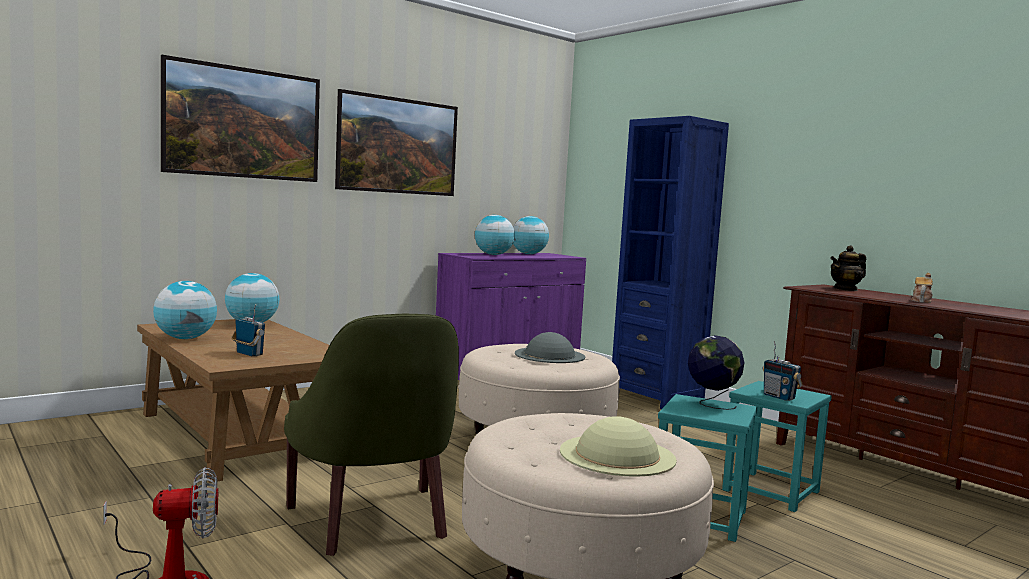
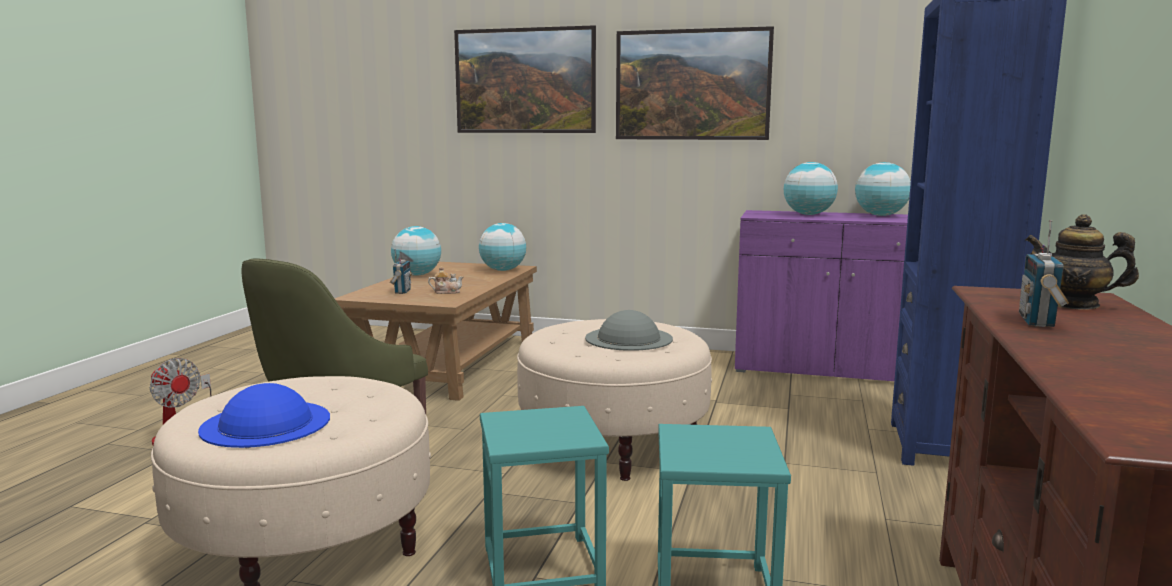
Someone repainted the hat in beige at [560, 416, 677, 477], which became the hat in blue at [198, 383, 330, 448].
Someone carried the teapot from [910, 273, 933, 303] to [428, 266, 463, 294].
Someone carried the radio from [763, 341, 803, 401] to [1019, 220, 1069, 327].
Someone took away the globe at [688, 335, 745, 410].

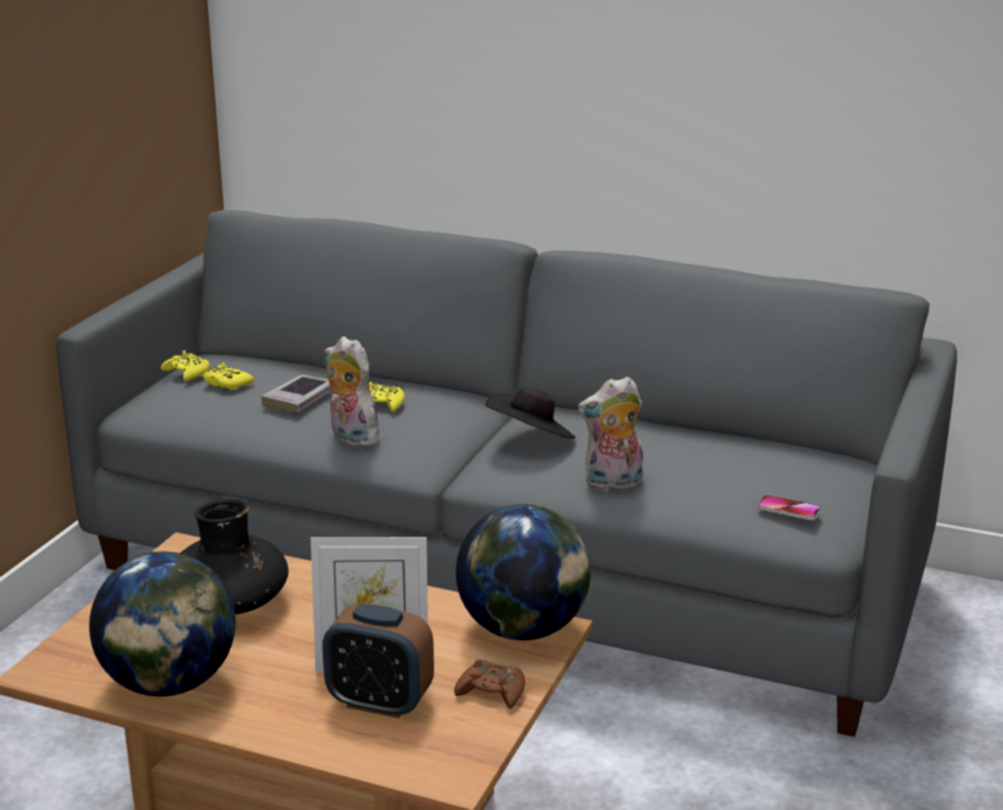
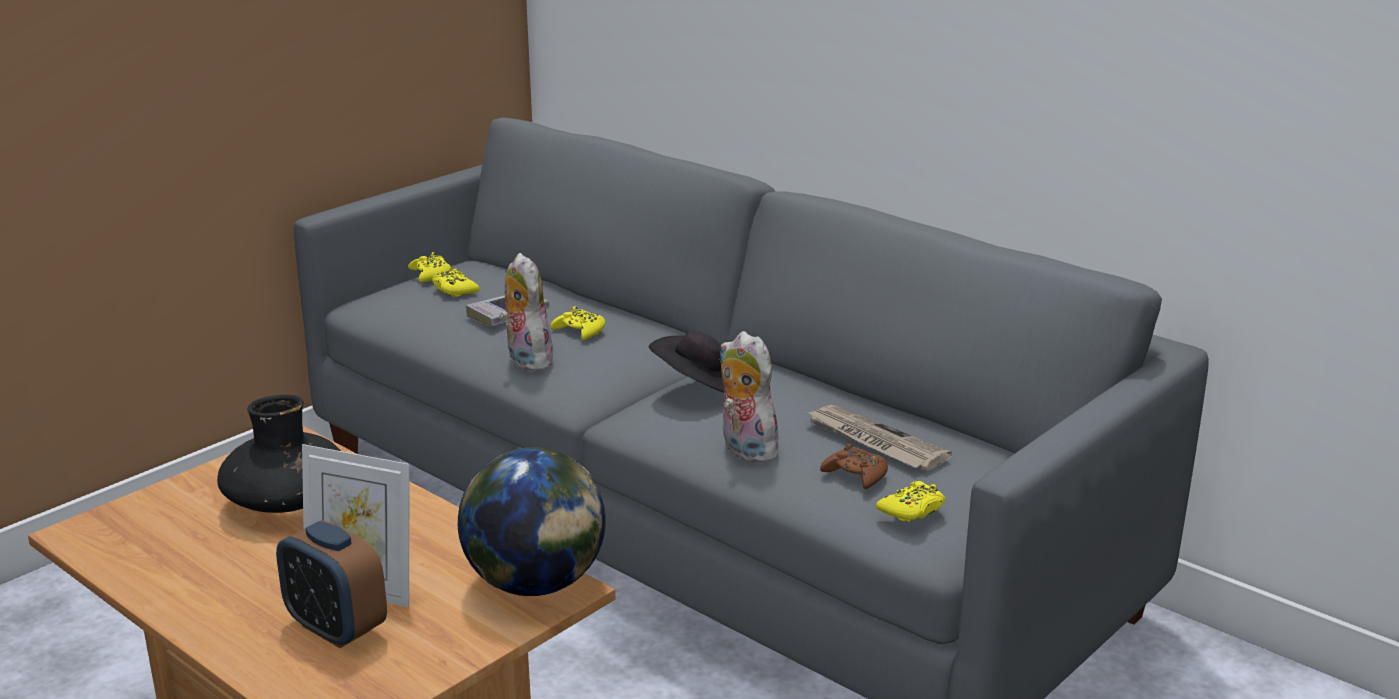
Someone rotated the plush toy at [578, 376, 643, 491] by 45 degrees clockwise.
Someone put down the newspaper at [806, 405, 952, 470].
Someone carried the game controller in brown from [454, 659, 525, 709] to [820, 444, 888, 489].
Someone swapped the phone at [757, 495, 822, 520] for the game controller in yellow at [876, 481, 945, 522].
Someone took away the globe at [89, 551, 236, 697].

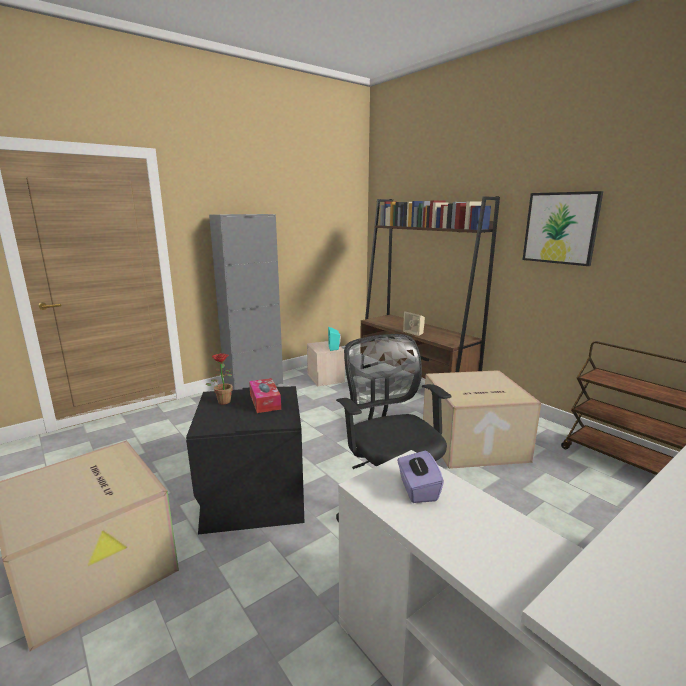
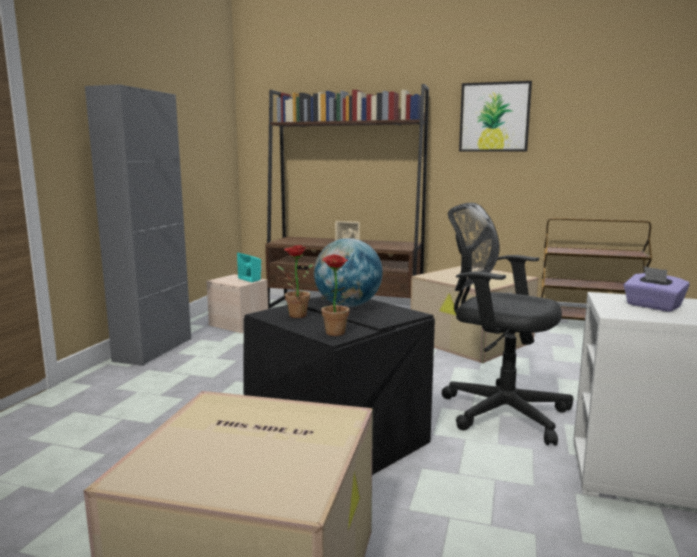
Someone swapped the tissue box at [249, 378, 281, 413] for the globe at [314, 238, 383, 307].
Someone put down the potted plant at [320, 254, 357, 336].

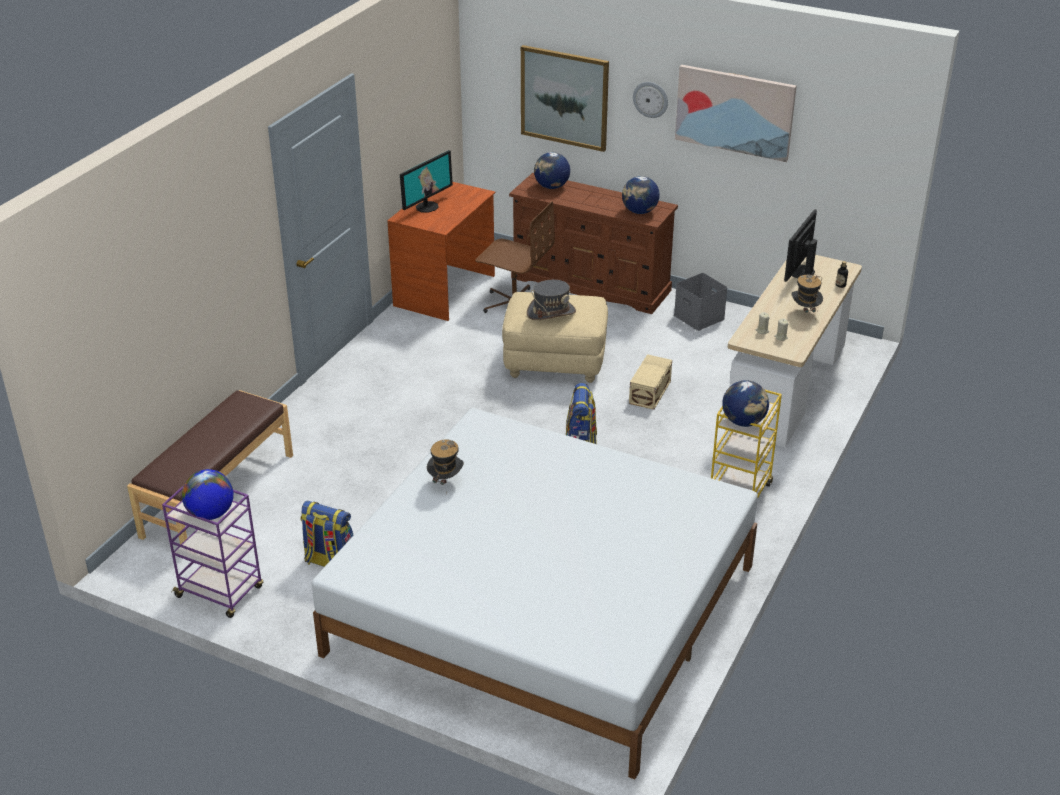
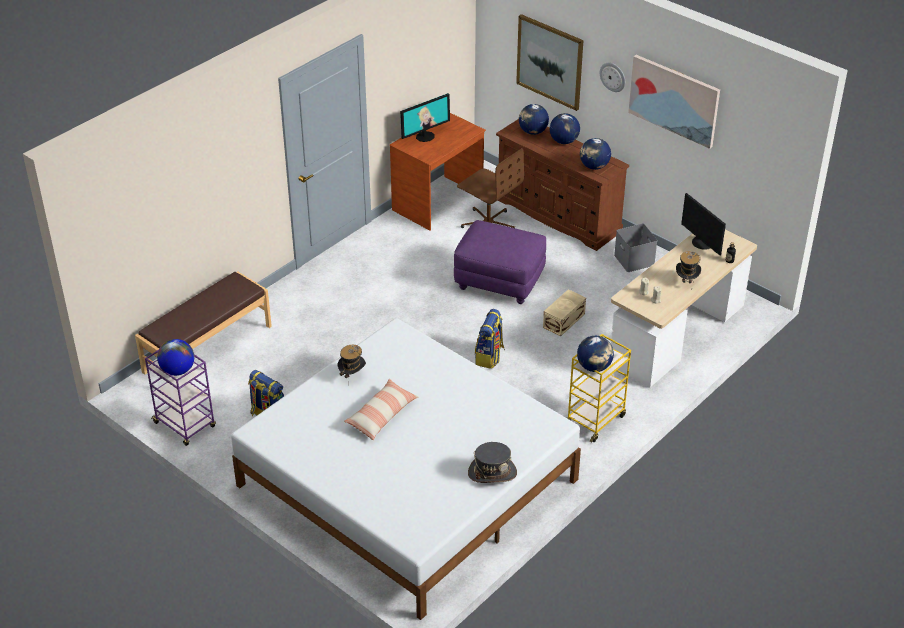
Someone put down the pillow at [344, 378, 418, 440].
Someone repainted the ottoman in beige at [502, 292, 608, 383], which became the ottoman in purple at [454, 220, 546, 304].
Someone carried the hat in grey from [527, 280, 576, 320] to [468, 442, 517, 483].
Someone put down the globe at [550, 113, 580, 144].
Someone rotated the monitor at [784, 209, 817, 282] by 75 degrees counterclockwise.

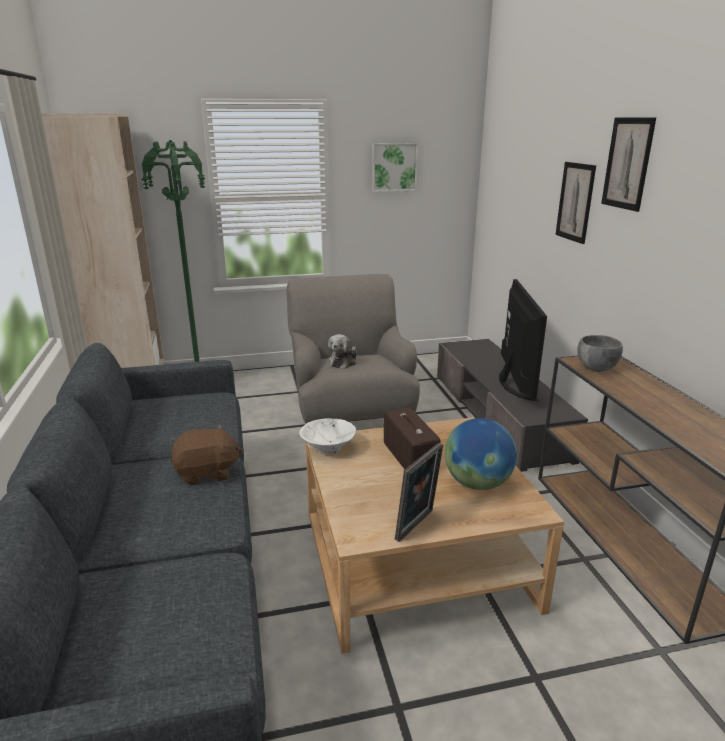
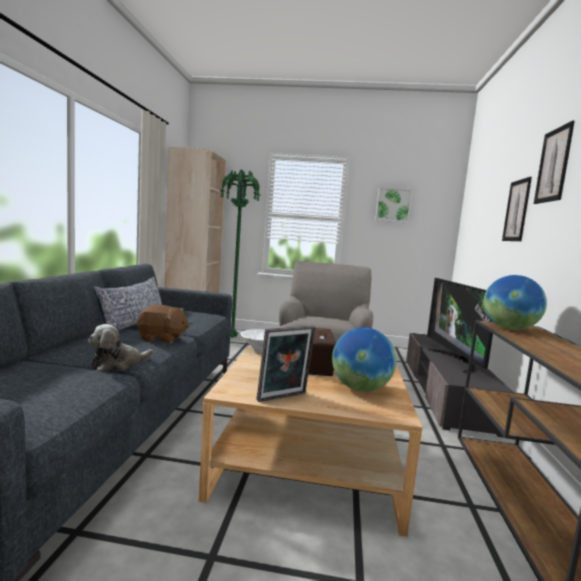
Someone carried the plush toy from [328, 334, 357, 369] to [88, 324, 154, 372].
Someone put down the pillow at [93, 277, 162, 331].
Someone rotated the television at [499, 279, 547, 401] by 150 degrees clockwise.
Someone swapped the bowl in grey at [577, 335, 623, 372] for the globe at [484, 275, 547, 330].

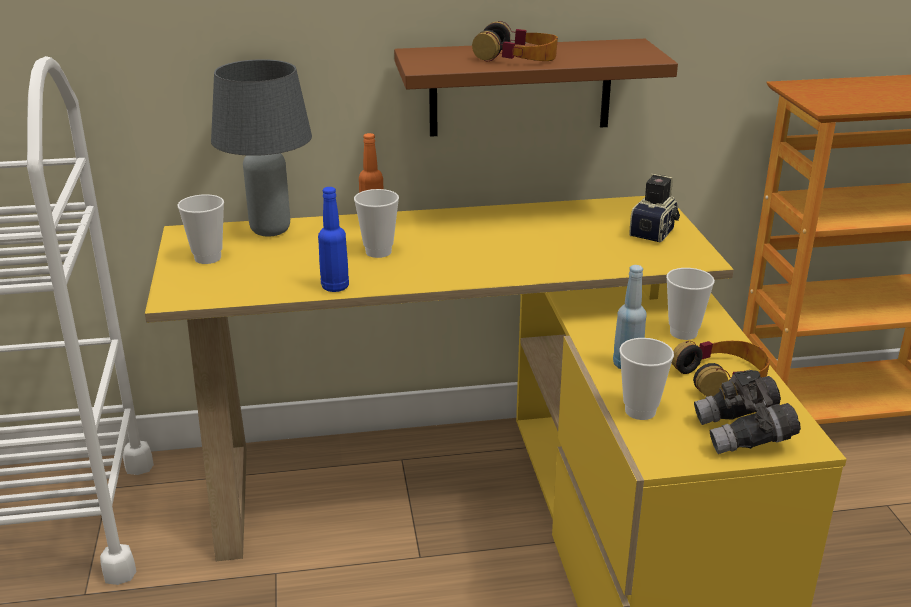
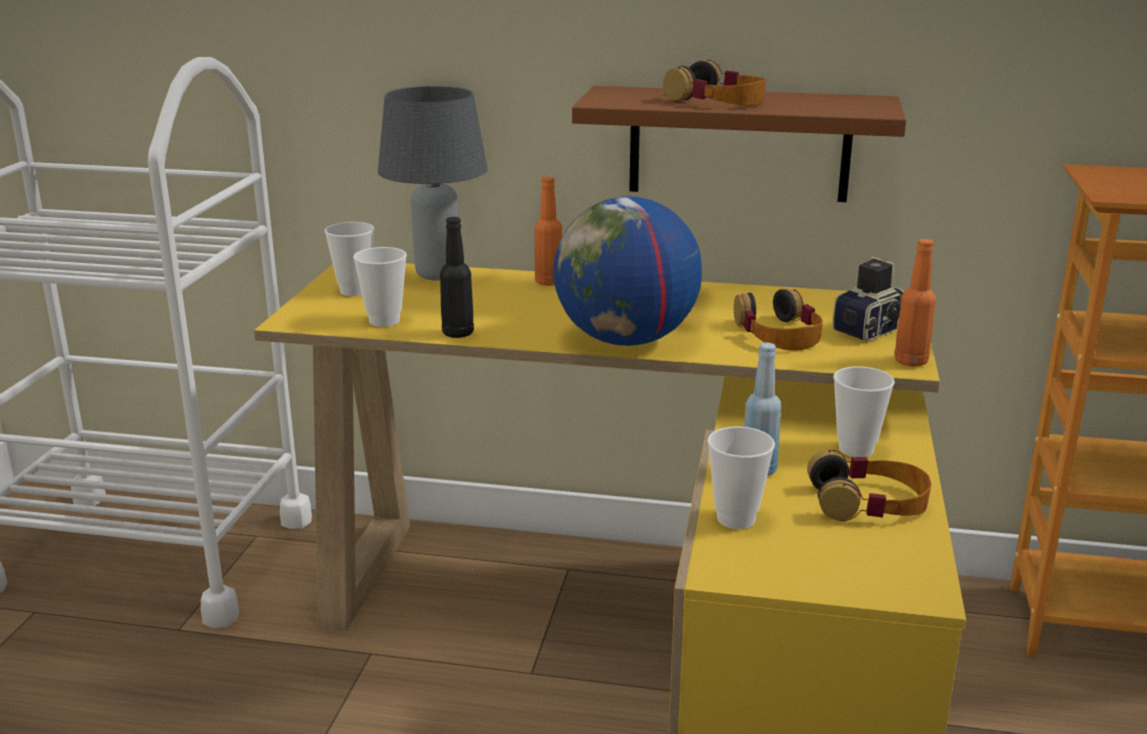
Someone carried the cup from [354, 189, 399, 258] to [353, 247, 407, 327].
Someone repainted the bottle in blue at [318, 187, 349, 292], which became the bottle in black at [440, 217, 474, 338].
Someone put down the globe at [553, 196, 702, 346].
Someone put down the headphones at [734, 289, 823, 351].
Someone put down the bottle in orange at [894, 239, 936, 367].
Someone took away the binoculars in grey at [694, 370, 801, 454].

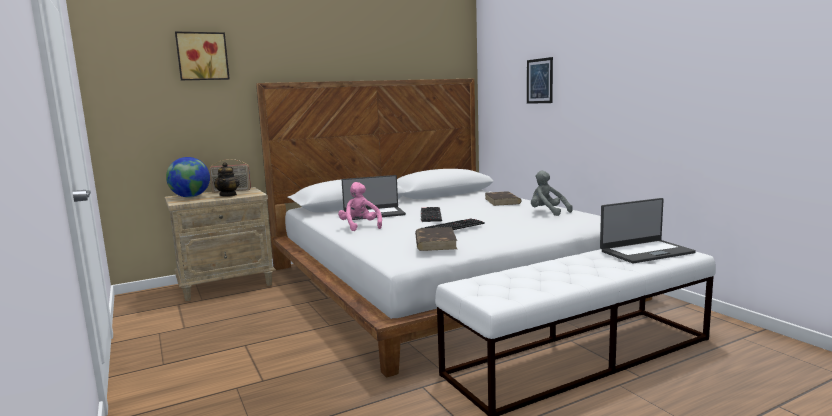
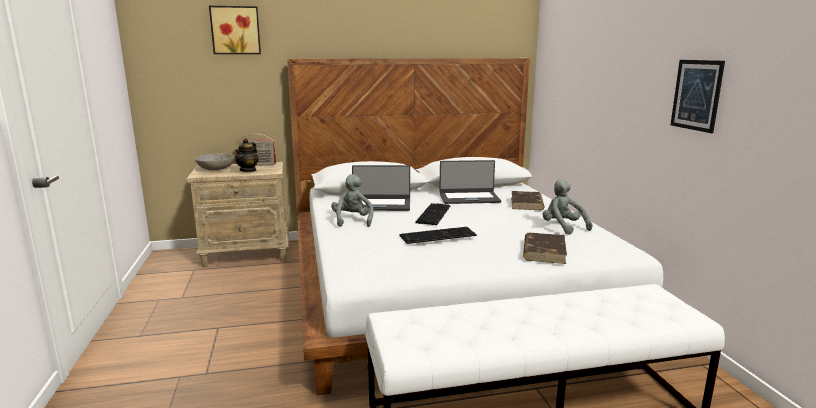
Someone swapped the globe at [166, 157, 210, 197] for the bowl in grey at [195, 153, 235, 170].
Someone repainted the plush toy in pink at [338, 182, 382, 231], which became the plush toy in grey at [331, 174, 374, 227].
Someone carried the laptop from [600, 198, 696, 264] to [439, 160, 501, 204].
Someone carried the book in brown from [415, 227, 457, 251] to [523, 233, 567, 264].
Someone carried the picture from [527, 57, 553, 104] to [671, 60, 725, 133].

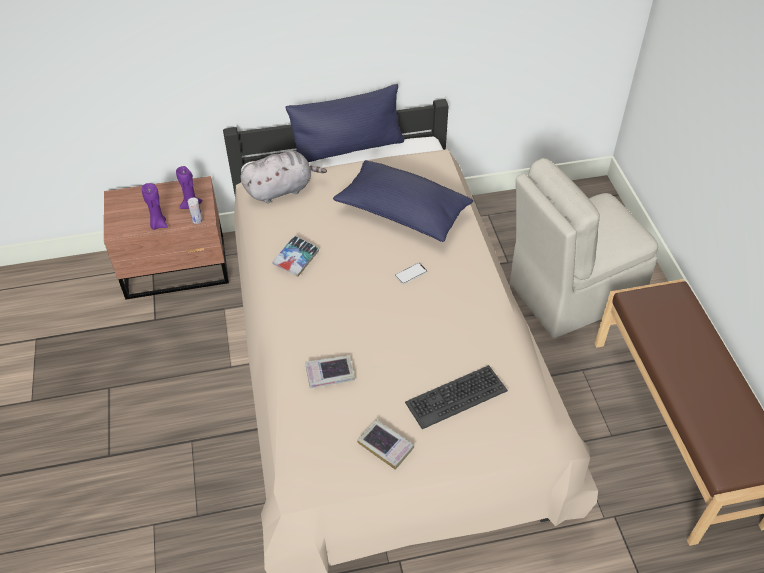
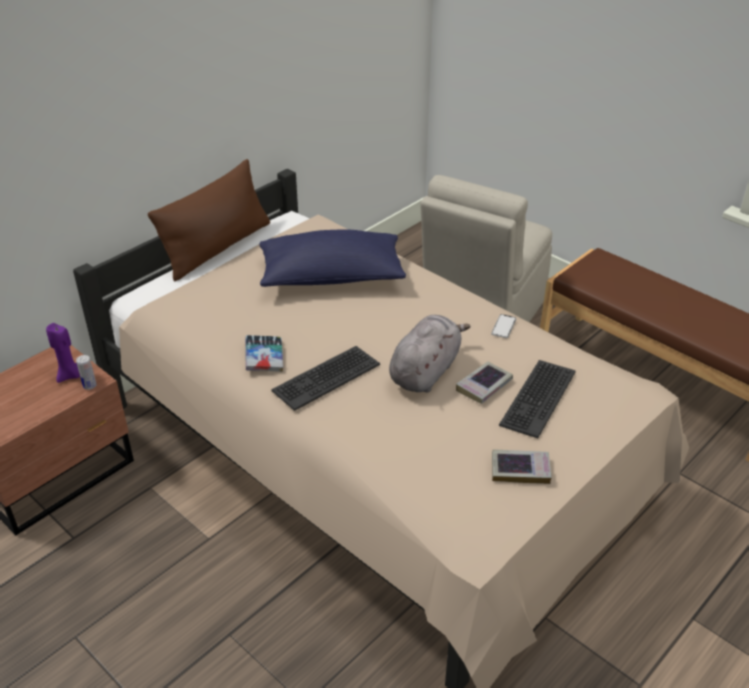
Someone repainted the pillow in blue at [286, 84, 404, 162], which became the pillow in brown at [148, 159, 270, 281].
Someone put down the keyboard at [271, 346, 380, 411].
Someone carried the plush toy in grey from [240, 151, 327, 203] to [389, 315, 471, 393].
Someone carried the book from [305, 355, 355, 388] to [456, 362, 513, 404].
Someone carried the phone from [395, 263, 427, 284] to [491, 314, 517, 338].
Someone took away the candle in purple at [142, 183, 168, 230].

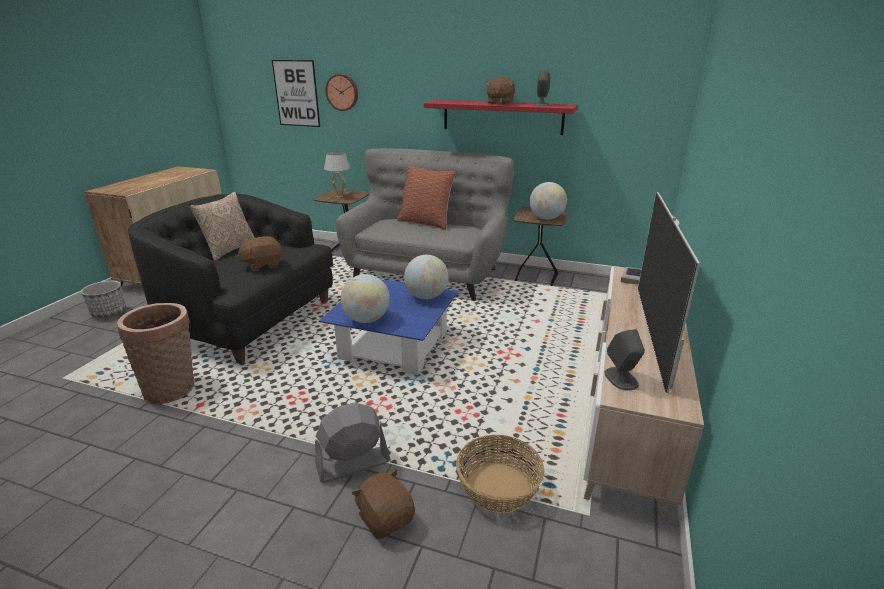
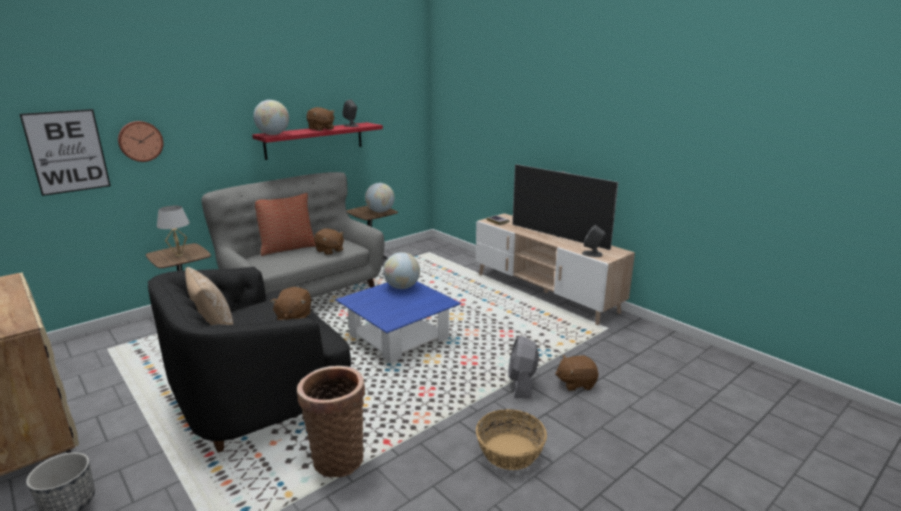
Someone carried the globe from [341, 274, 390, 323] to [253, 100, 289, 135].
Someone put down the plush toy in brown at [314, 228, 344, 255].
Someone carried the basket from [456, 435, 545, 513] to [476, 409, 547, 470].

